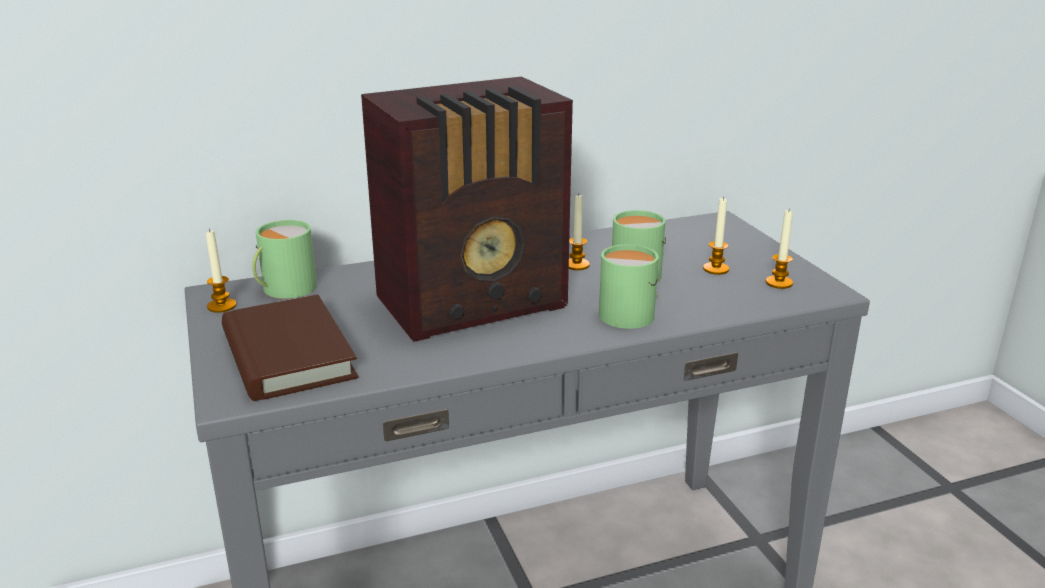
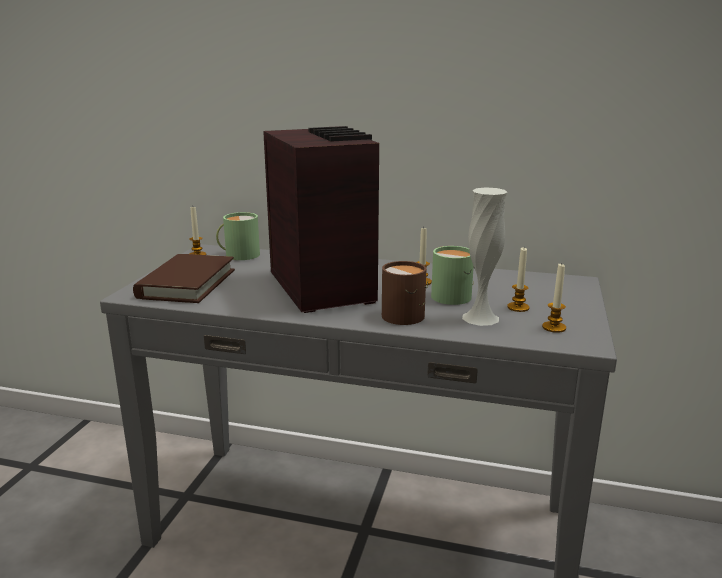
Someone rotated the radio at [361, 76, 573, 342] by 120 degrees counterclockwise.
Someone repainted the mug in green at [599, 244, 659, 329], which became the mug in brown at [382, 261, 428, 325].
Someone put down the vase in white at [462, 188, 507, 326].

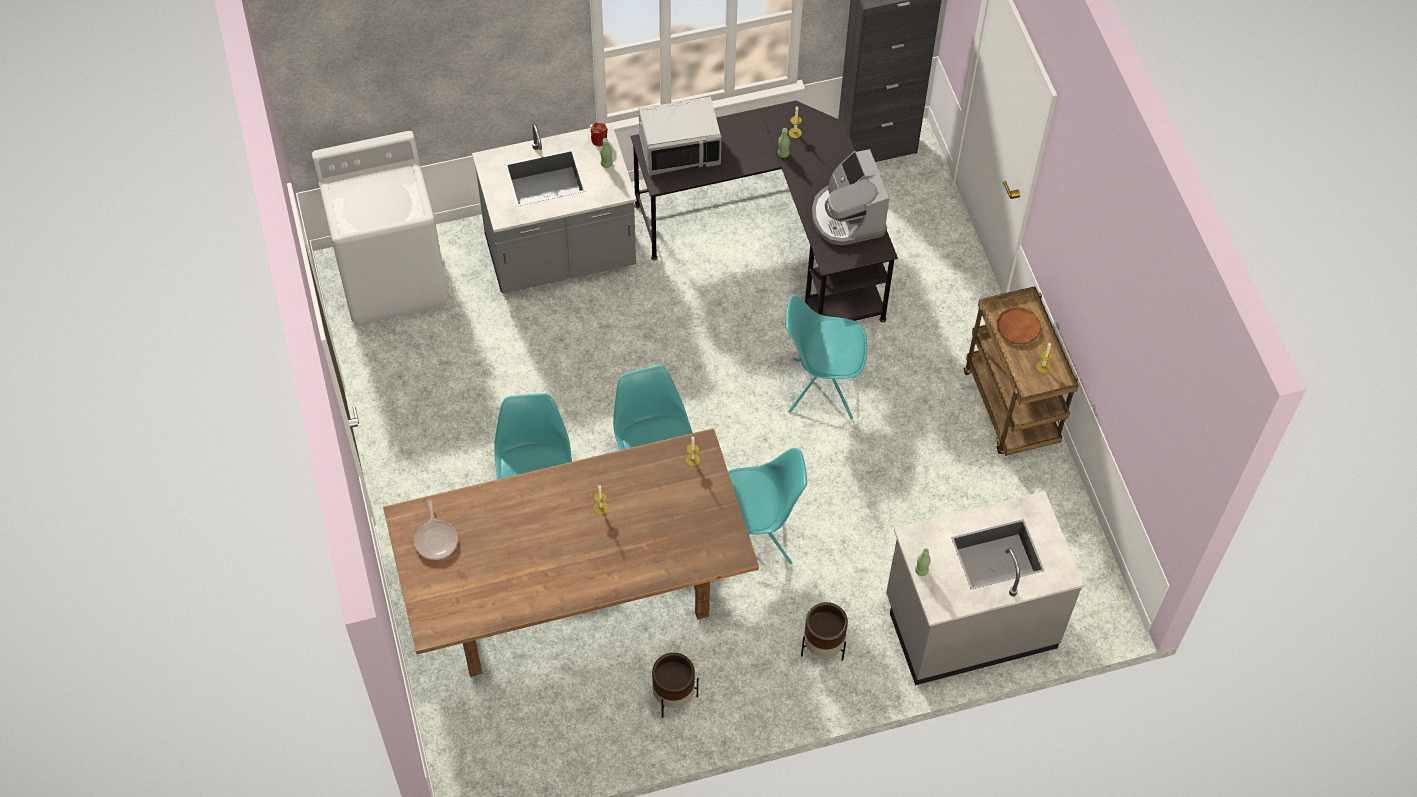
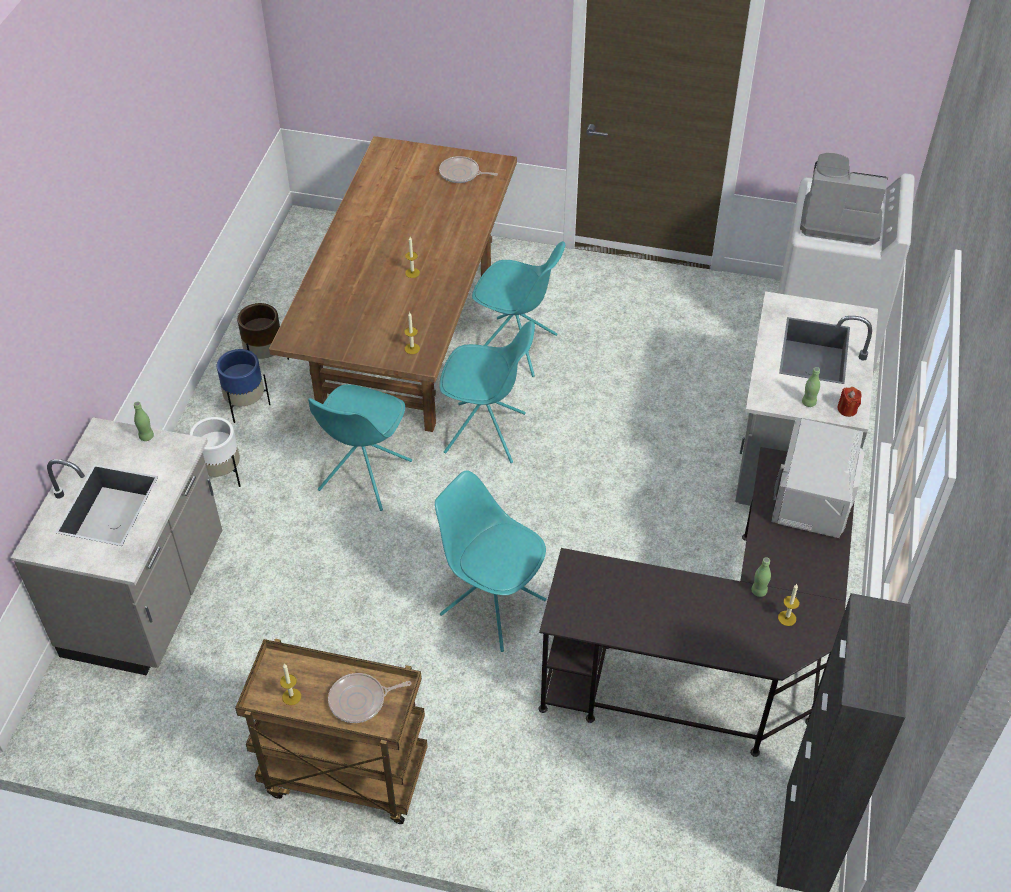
Someone repainted the planter in brown at [801, 602, 848, 661], which became the planter in white at [190, 417, 240, 487].
Someone put down the planter in blue at [217, 349, 271, 423].
Someone swapped the plate in brown at [996, 307, 1041, 344] for the frying pan at [328, 673, 412, 723].
Someone rotated the chair in turquoise at [786, 295, 867, 419] by 90 degrees counterclockwise.
Someone carried the coffee machine from [812, 149, 889, 245] to [800, 153, 888, 245].

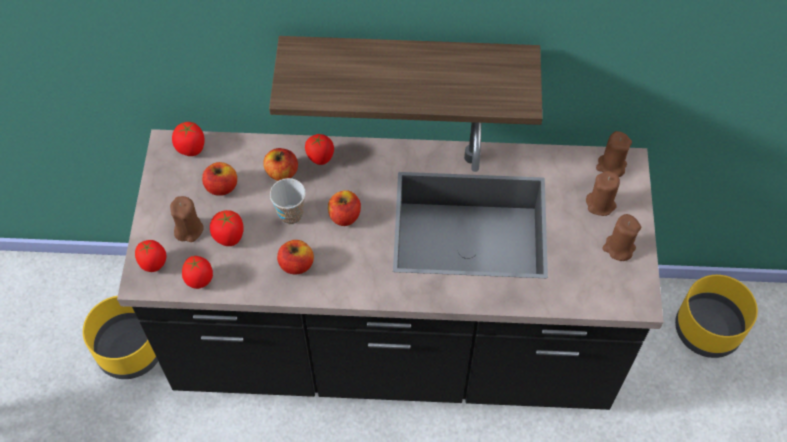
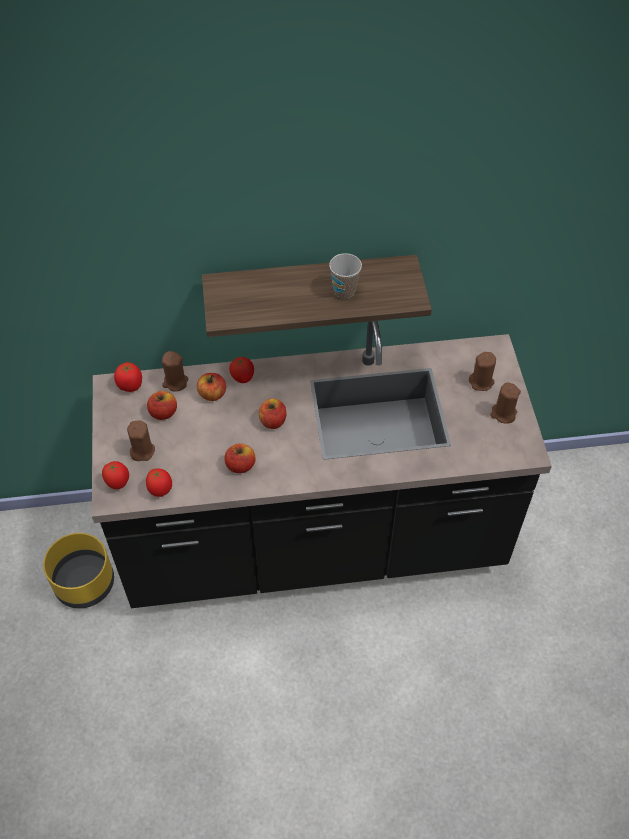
Someone carried the candle in brown from [596, 131, 632, 177] to [162, 351, 188, 391].
Someone carried the cup from [270, 178, 306, 224] to [329, 253, 362, 299].
Someone took away the tomato at [210, 210, 244, 246].
Someone took away the planter in yellow at [675, 275, 758, 358].

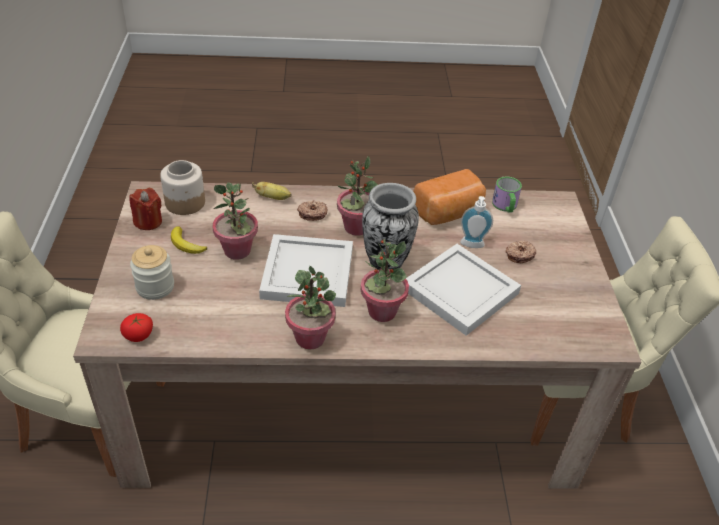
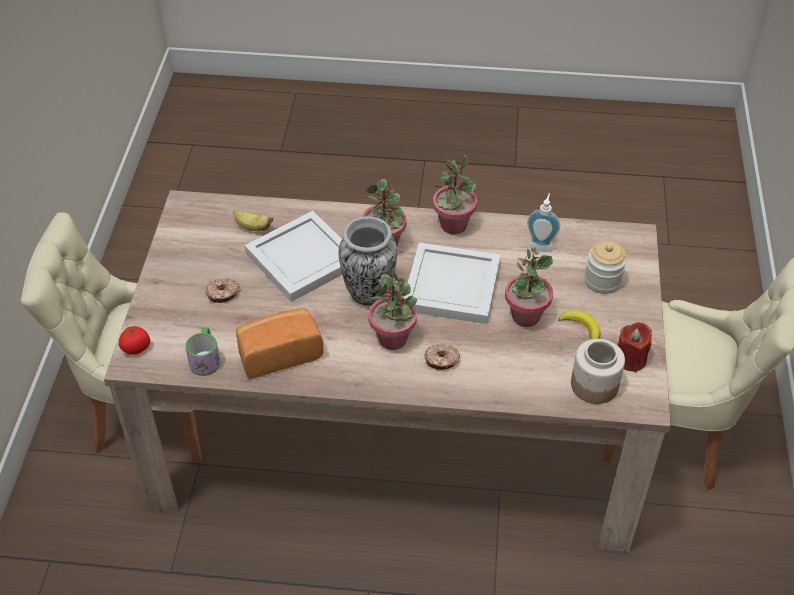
Someone carried the tomato from [120, 313, 153, 342] to [119, 326, 150, 355].
Someone carried the banana from [252, 182, 292, 200] to [233, 210, 273, 231].
Someone carried the soap dispenser from [460, 196, 493, 248] to [527, 193, 560, 252].

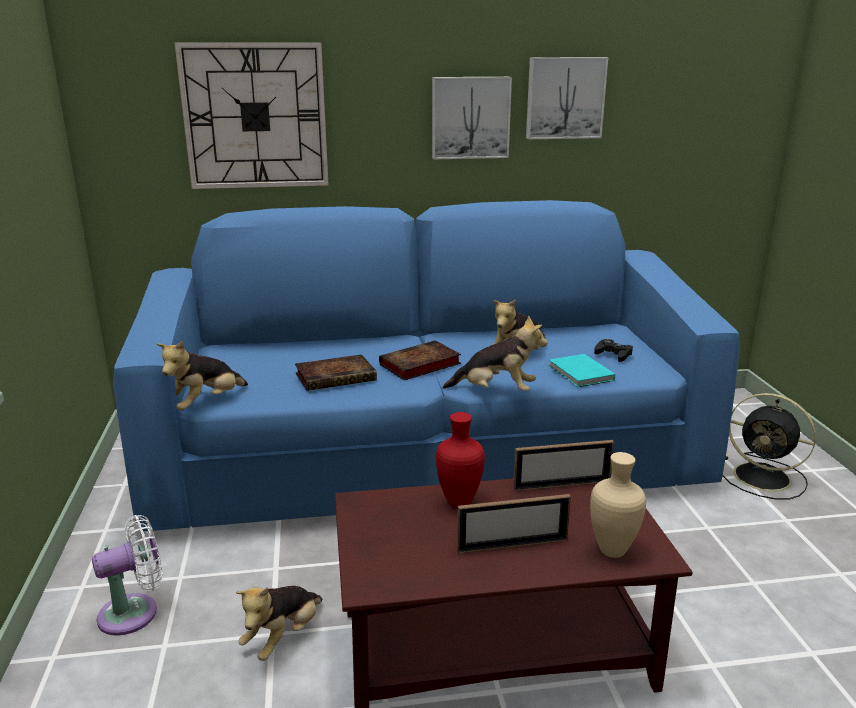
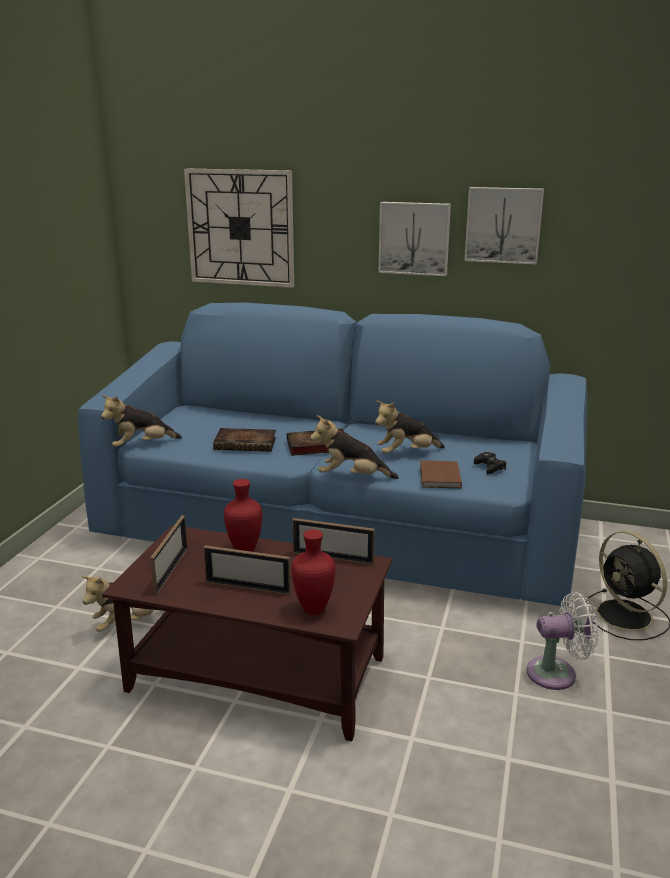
Someone put down the picture frame at [150, 515, 188, 594].
Someone repainted the vase in beige at [590, 452, 646, 558], which became the vase in red at [292, 529, 335, 615].
Someone rotated the plush toy at [442, 315, 548, 391] by 150 degrees clockwise.
Someone repainted the book in turquoise at [549, 354, 615, 387], which became the book in brown at [420, 460, 462, 488].
Someone carried the fan in white from [92, 515, 163, 636] to [527, 592, 599, 690].

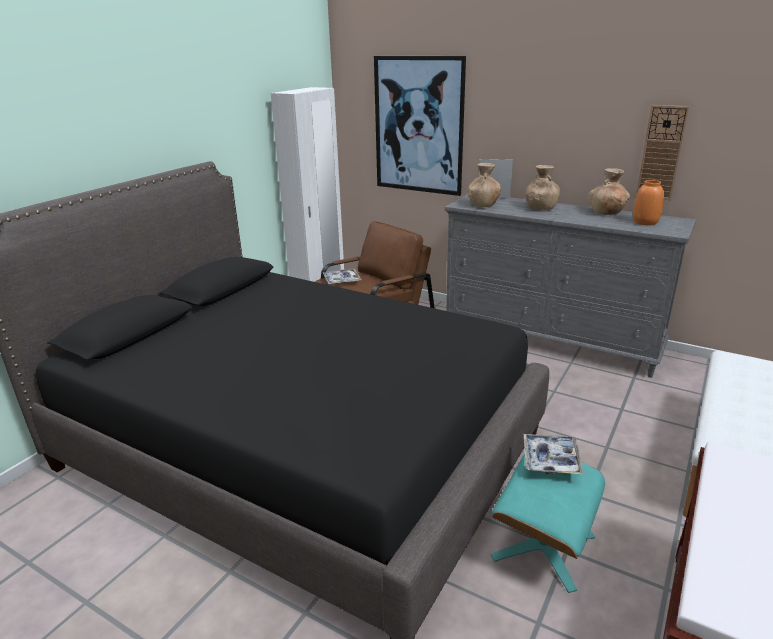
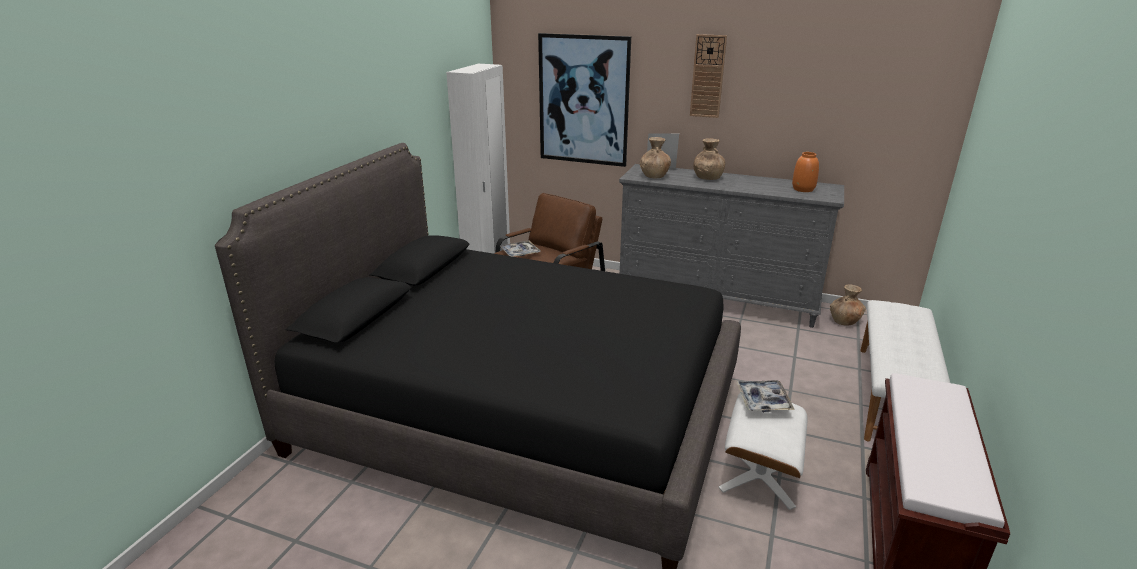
Someone carried the wall clock from [636, 105, 690, 200] to [690, 34, 727, 118].
Someone repainted the ottoman in turquoise at [491, 454, 605, 593], which became the ottoman in white at [719, 393, 808, 510].
Someone carried the vase in brown from [589, 168, 630, 215] to [830, 285, 866, 326].

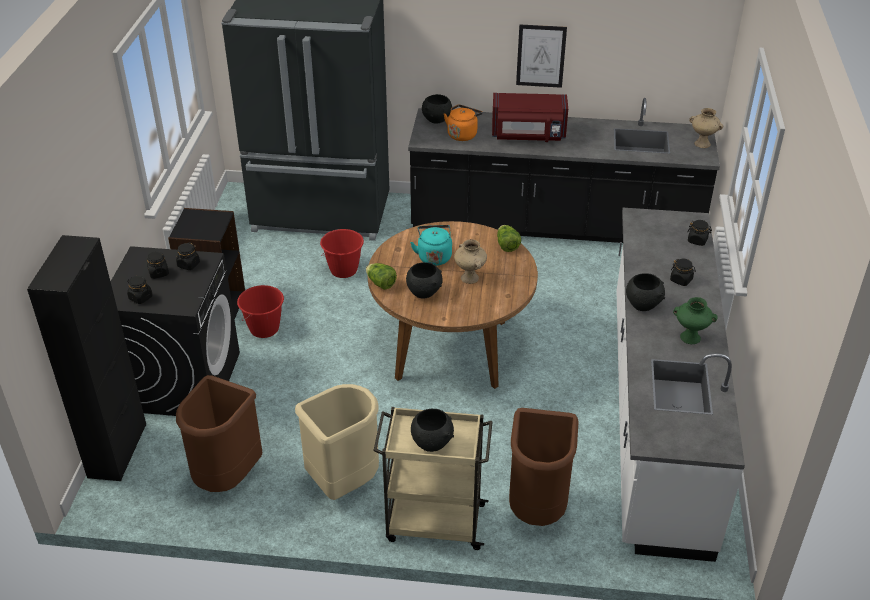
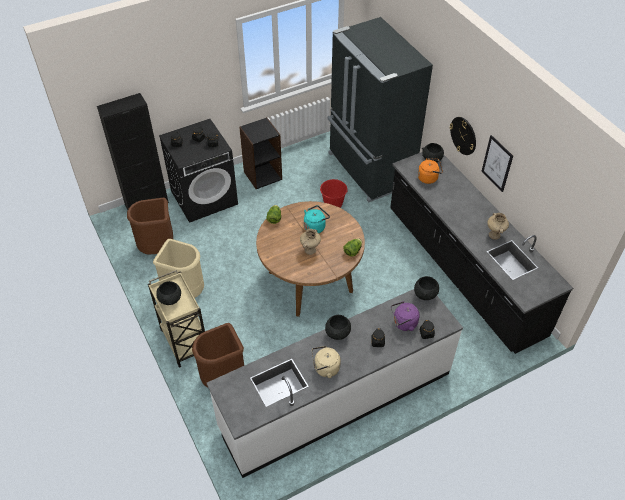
Someone swapped the vase in green at [673, 297, 718, 344] for the kettle in beige at [312, 346, 341, 378].
Someone put down the kettle in purple at [391, 301, 420, 331].
Someone carried the bowl in black from [406, 262, 443, 299] to [414, 276, 439, 300].
Someone put up the wall clock at [450, 117, 476, 155].
Someone carried the vase in beige from [689, 108, 723, 148] to [487, 213, 509, 240].
Someone took away the bucket in red at [237, 285, 284, 338].
Someone took away the microwave in red at [492, 93, 568, 142].

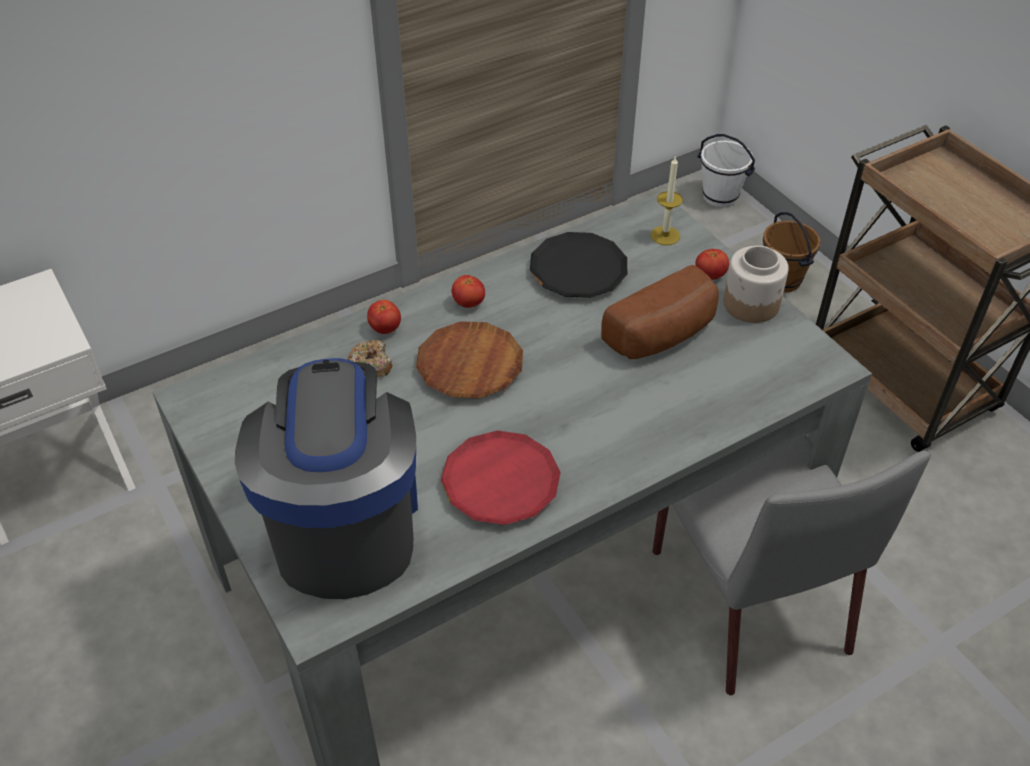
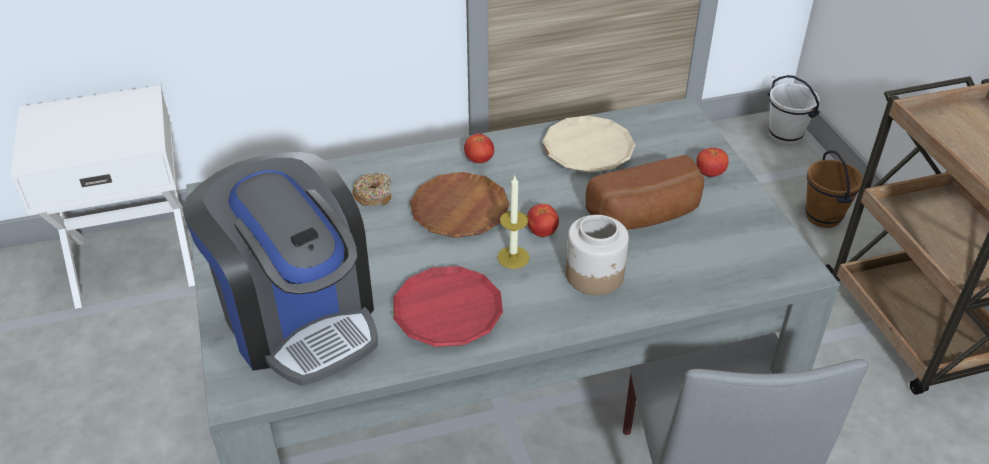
Someone rotated the coffee machine at [235, 358, 418, 599] by 135 degrees clockwise.
Someone carried the candle from [651, 157, 683, 245] to [497, 176, 530, 269].
Someone carried the tomato from [367, 300, 401, 334] to [527, 204, 559, 237].
Someone repainted the plate in black at [530, 232, 627, 298], which became the plate in beige at [542, 115, 635, 173].
Someone carried the jar from [724, 246, 789, 323] to [566, 215, 629, 295].

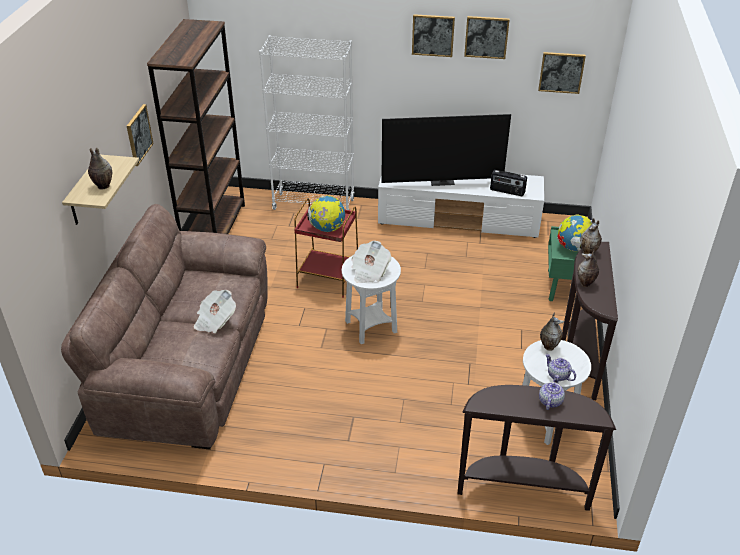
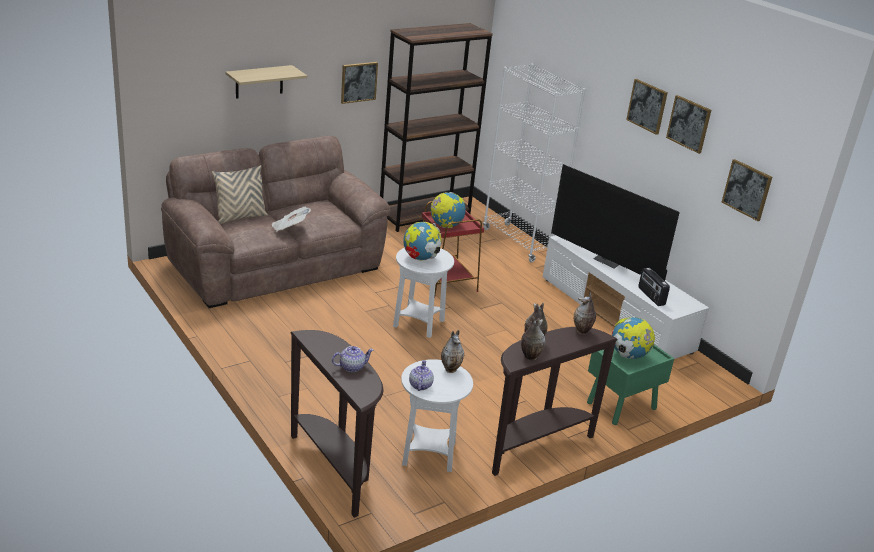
Someone put down the pillow in beige at [212, 165, 268, 224].
Someone swapped the newspaper at [351, 241, 391, 283] for the globe at [403, 222, 442, 261].
Someone carried the vase from [88, 147, 112, 189] to [521, 316, 545, 361].

